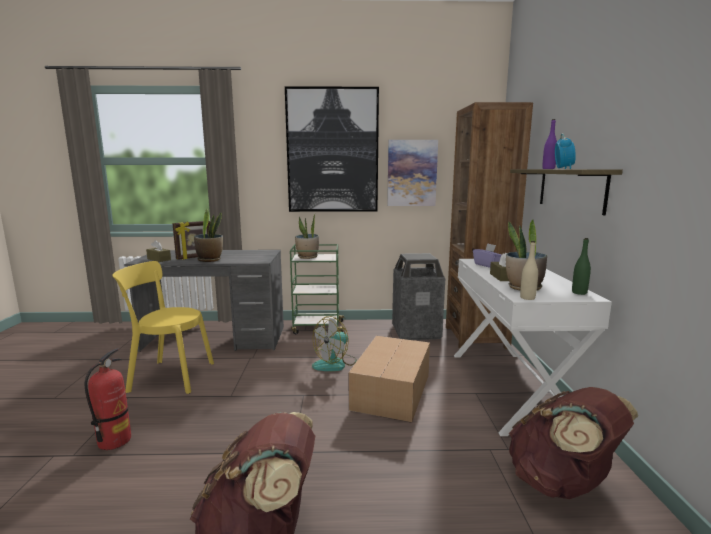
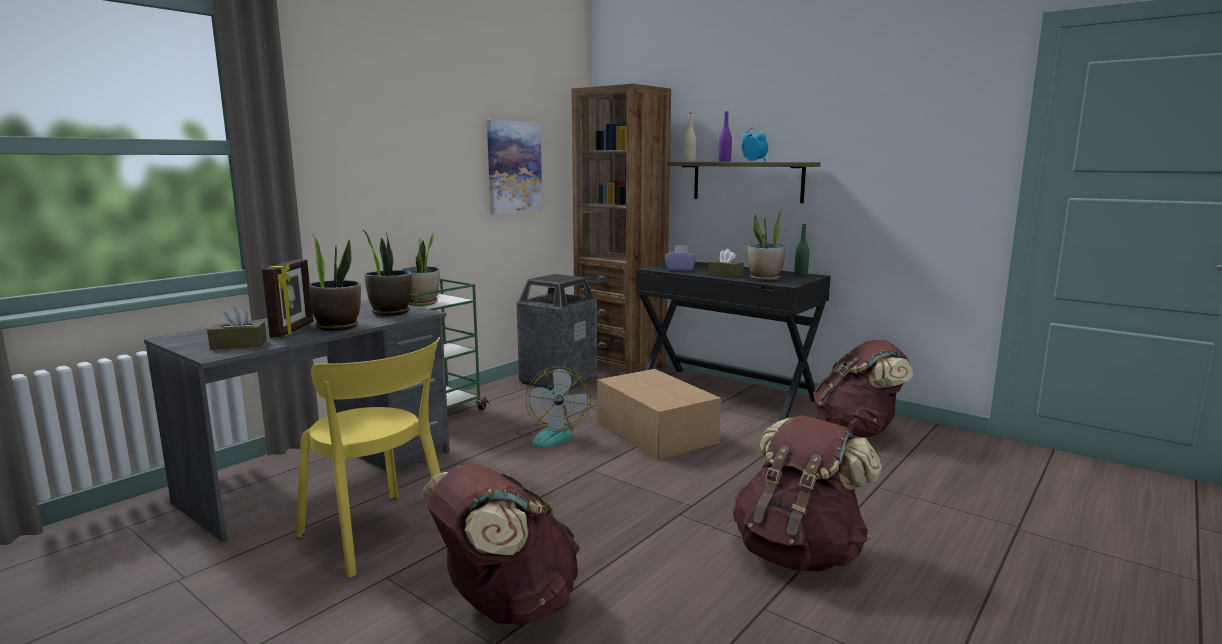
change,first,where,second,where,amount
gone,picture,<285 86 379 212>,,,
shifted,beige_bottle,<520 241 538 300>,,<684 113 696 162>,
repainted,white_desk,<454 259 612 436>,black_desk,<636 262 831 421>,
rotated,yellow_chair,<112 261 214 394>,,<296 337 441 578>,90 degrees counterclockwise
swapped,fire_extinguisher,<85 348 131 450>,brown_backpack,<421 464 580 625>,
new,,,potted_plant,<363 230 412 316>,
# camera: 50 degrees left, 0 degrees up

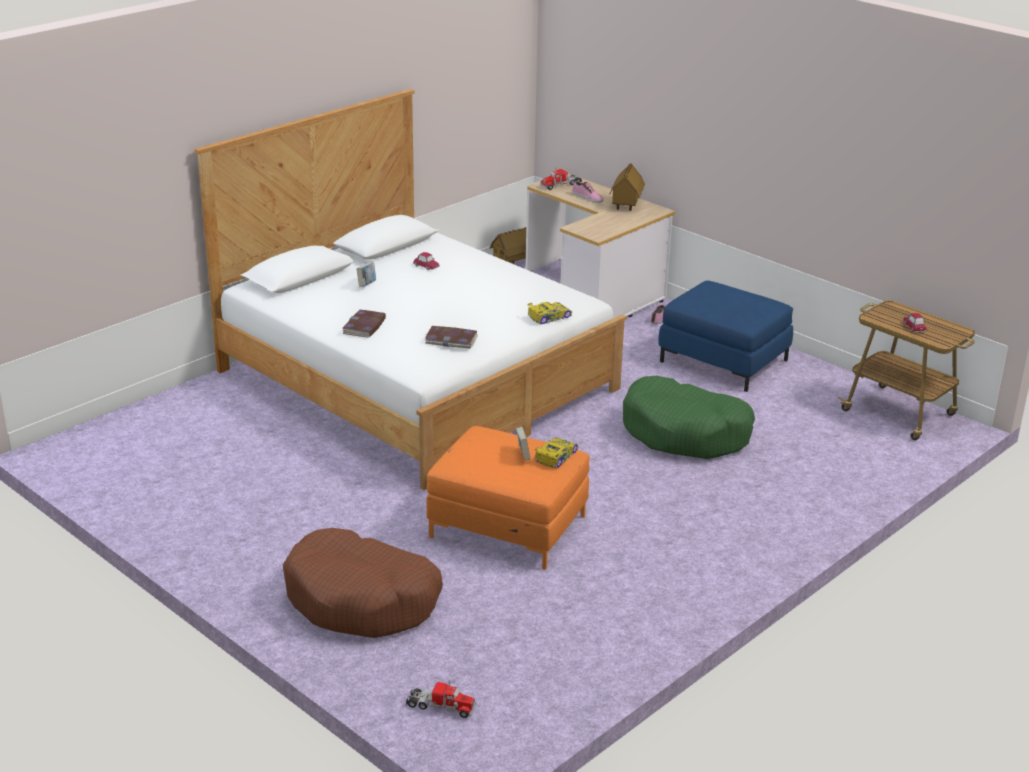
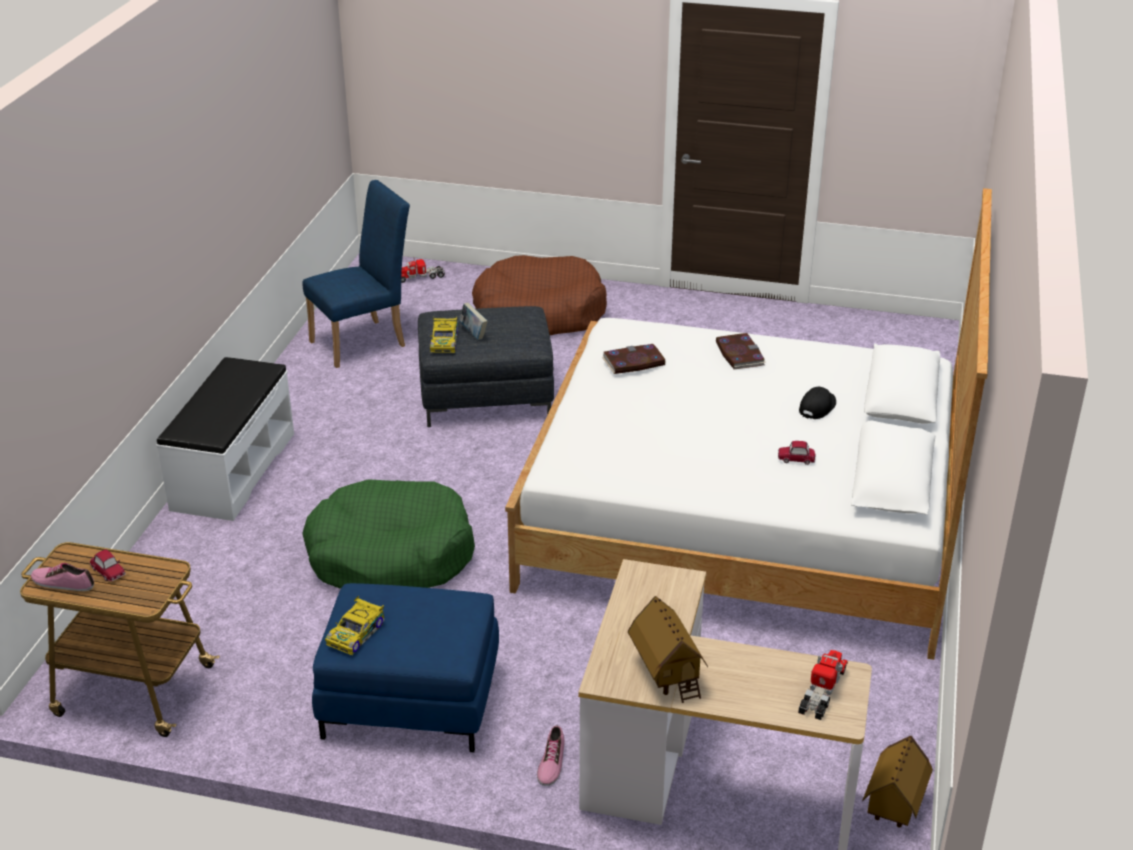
change,first,where,second,where,amount
shifted,shoe,<572 181 603 203>,,<31 563 94 591>,
swapped,book,<357 262 376 287>,black_cap,<799 387 836 419>,
shifted,toy_car,<528 302 572 325>,,<325 596 385 655>,
repainted,orange_ottoman,<426 426 590 570>,grey_ottoman,<418 306 554 427>,
new,,,blue_chair,<302 180 410 368>,
new,,,white_bench,<157 357 294 521>,
# camera: 150 degrees right, 5 degrees up

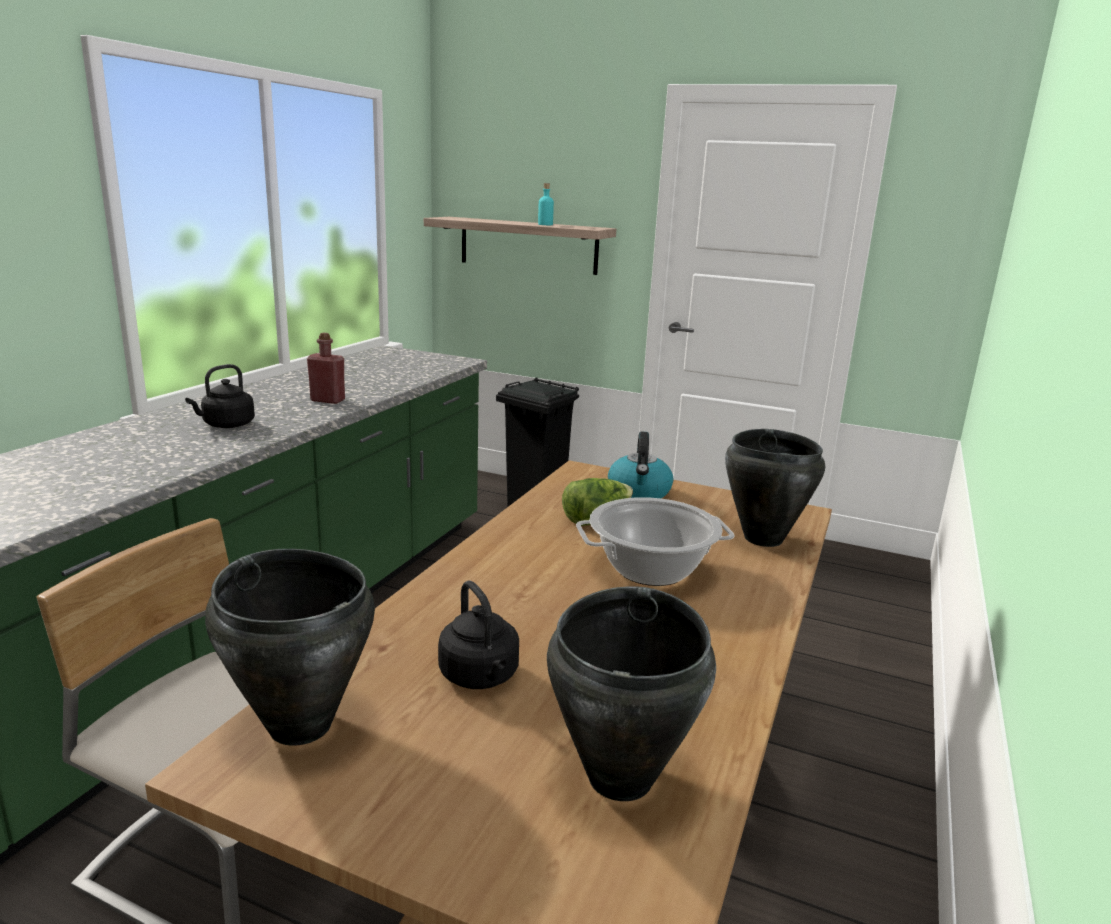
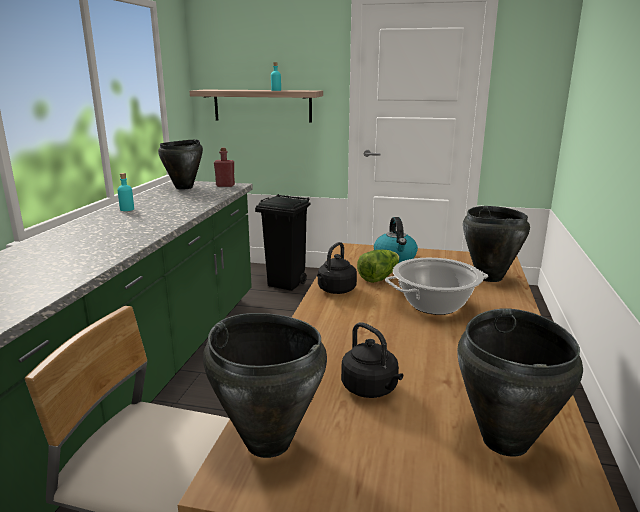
change,first,where,second,where,amount
shifted,red_bottle,<307 333 345 404>,,<214 148 235 187>,
shifted,black_kettle,<185 364 255 428>,,<317 242 357 294>,
new,,,black_cooking_pot,<158 139 203 190>,
new,,,turquoise_bottle,<118 173 134 211>,
# camera: 10 degrees left, 0 degrees up

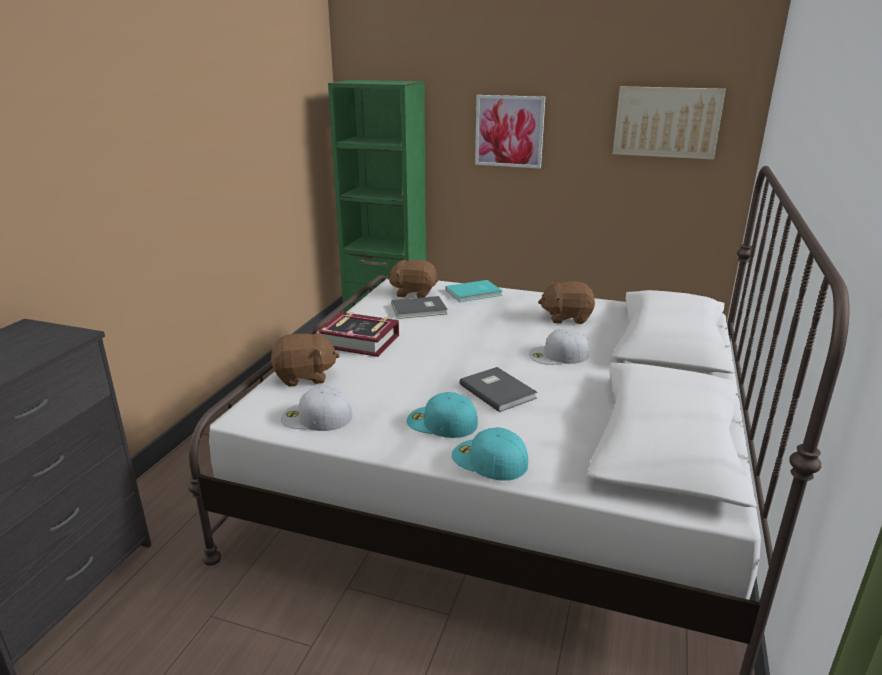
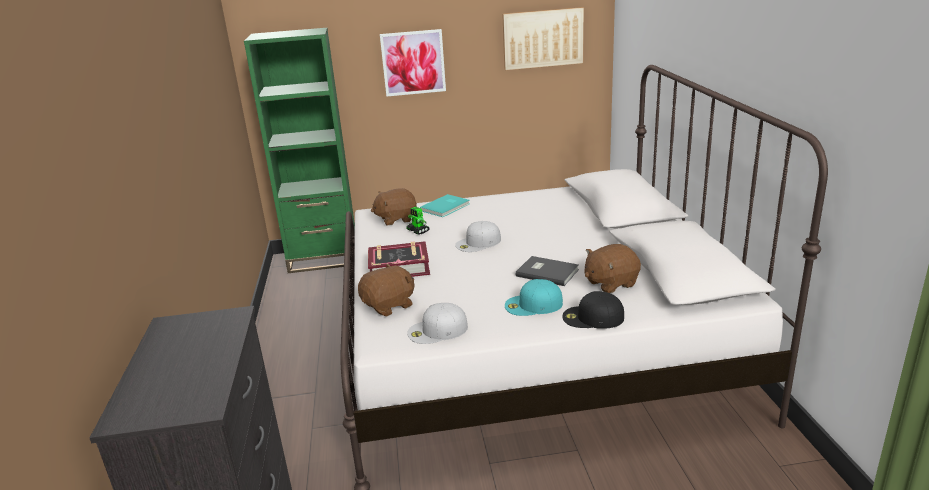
change,first,where,second,where,amount
shifted,brown_plush_toy,<538 281 595 324>,,<585 244 641 293>,
swapped,grey_book,<391 296 448 319>,toy_robot,<406 207 429 235>,
shifted,white_cap,<529 329 589 365>,,<455 221 501 252>,
repainted,turquoise_cap,<452 427 528 481>,black_cap,<562 291 624 329>,
# camera: 25 degrees left, 0 degrees up

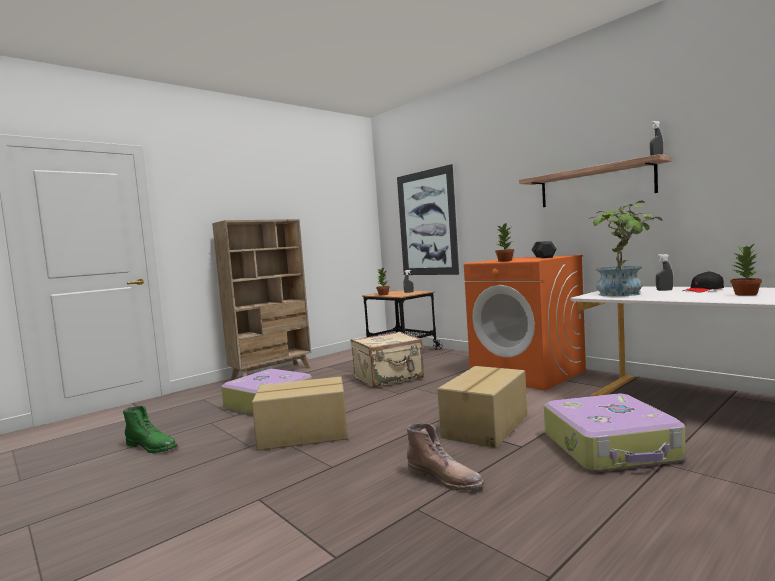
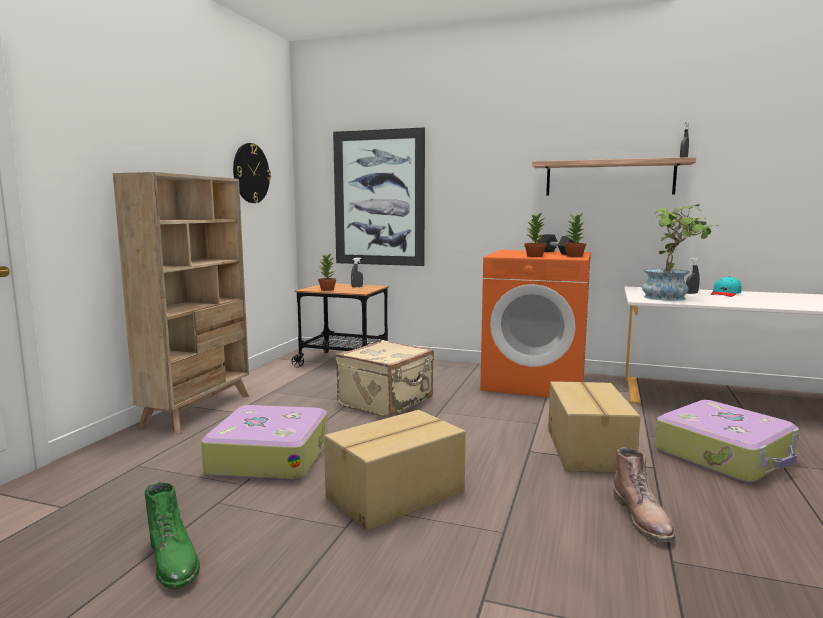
change,first,where,second,where,amount
shifted,potted_plant,<730 244 762 296>,,<564 212 586 257>,
repainted,black_cap,<683 271 724 293>,turquoise_cap,<711 276 742 297>,
rotated,green_boot,<123 406 177 454>,,<145 482 200 589>,60 degrees clockwise
rotated,brown_boot,<407 424 484 491>,,<613 447 676 542>,75 degrees clockwise
new,,,wall_clock,<233 143 271 203>,
# camera: 30 degrees left, 5 degrees up

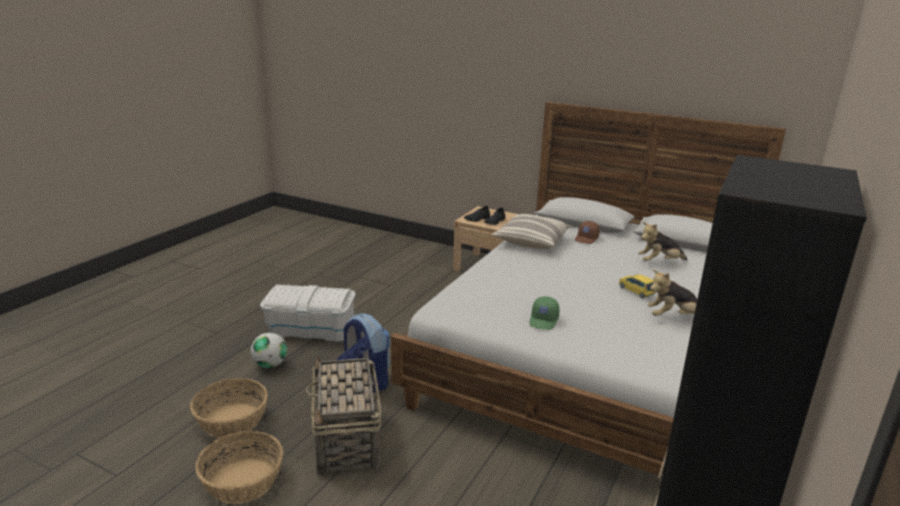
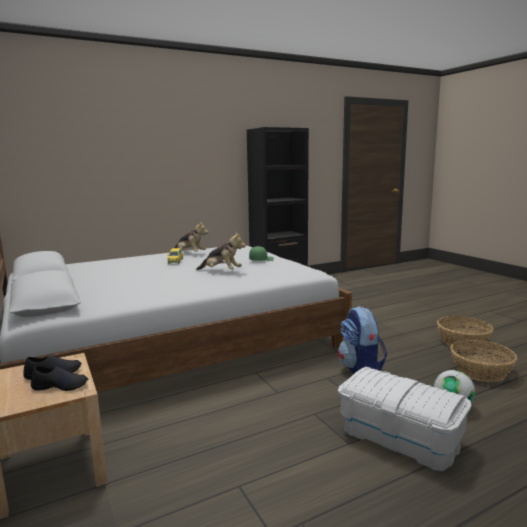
change,first,where,second,where,amount
gone,pillow,<492 214 571 249>,,,
gone,brown_cap,<575 221 600 244>,,,
shifted,plush_toy,<638 222 687 261>,,<196 231 246 270>,
gone,basket,<306 356 381 475>,,,
# camera: 145 degrees left, 10 degrees down

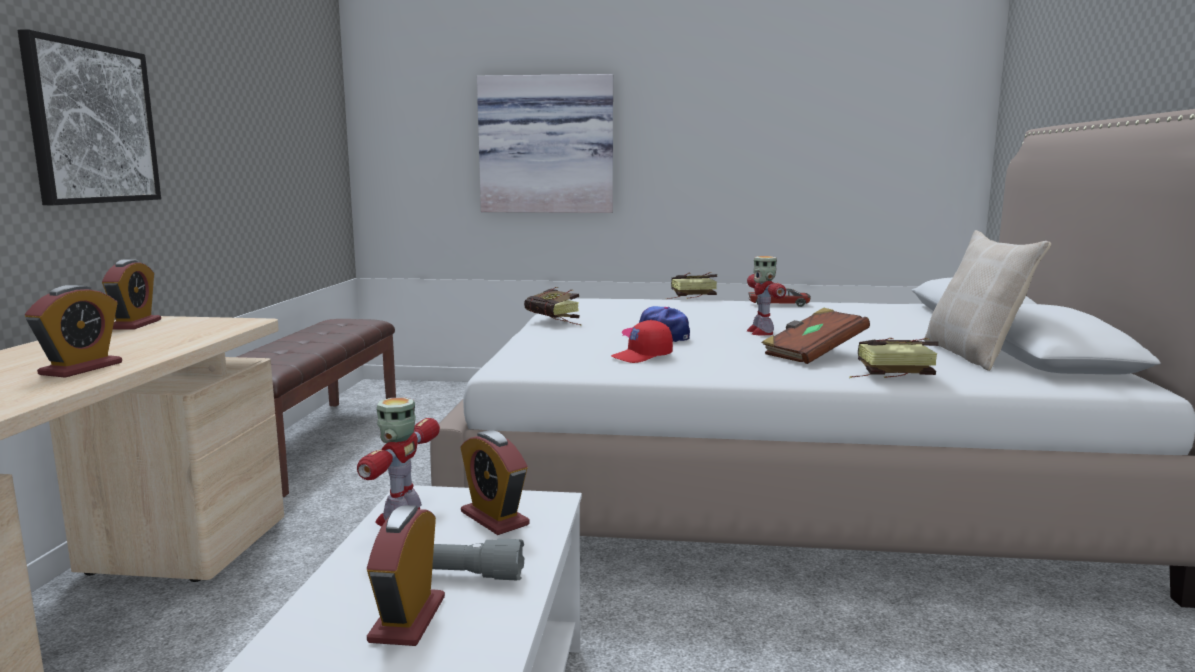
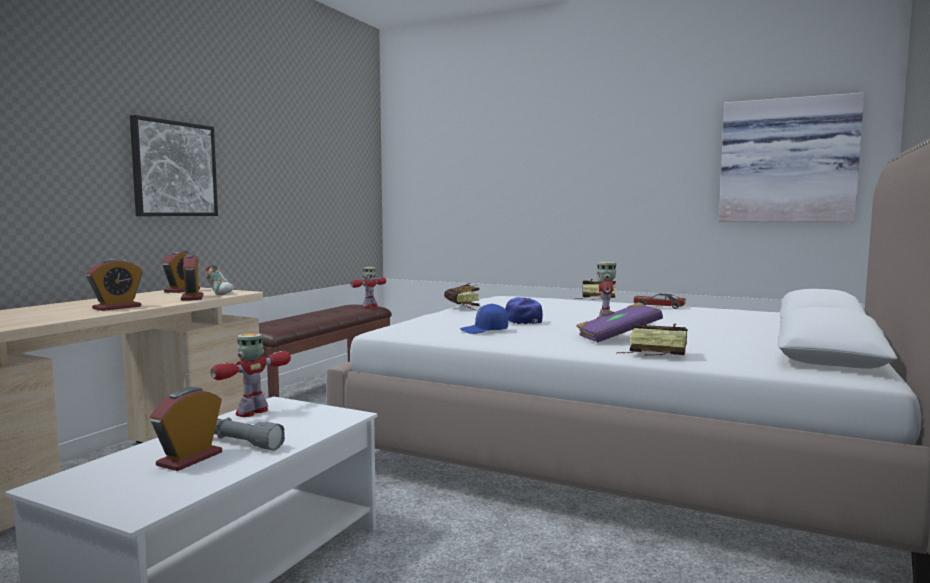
change,first,where,second,where,amount
shifted,picture,<477 74 613 213>,,<719 93 864 222>,
gone,beige_pillow,<924 230 1051 371>,,,
repainted,brown_book,<762 308 870 364>,purple_book,<576 302 663 343>,
repainted,red_cap,<611 320 673 363>,blue_cap,<460 304 508 334>,
shifted,alarm_clock,<461 430 530 535>,,<181 254 203 300>,
new,,,shoe,<206 265 234 295>,
new,,,toy_robot,<350 267 386 308>,
# camera: 20 degrees right, 5 degrees down

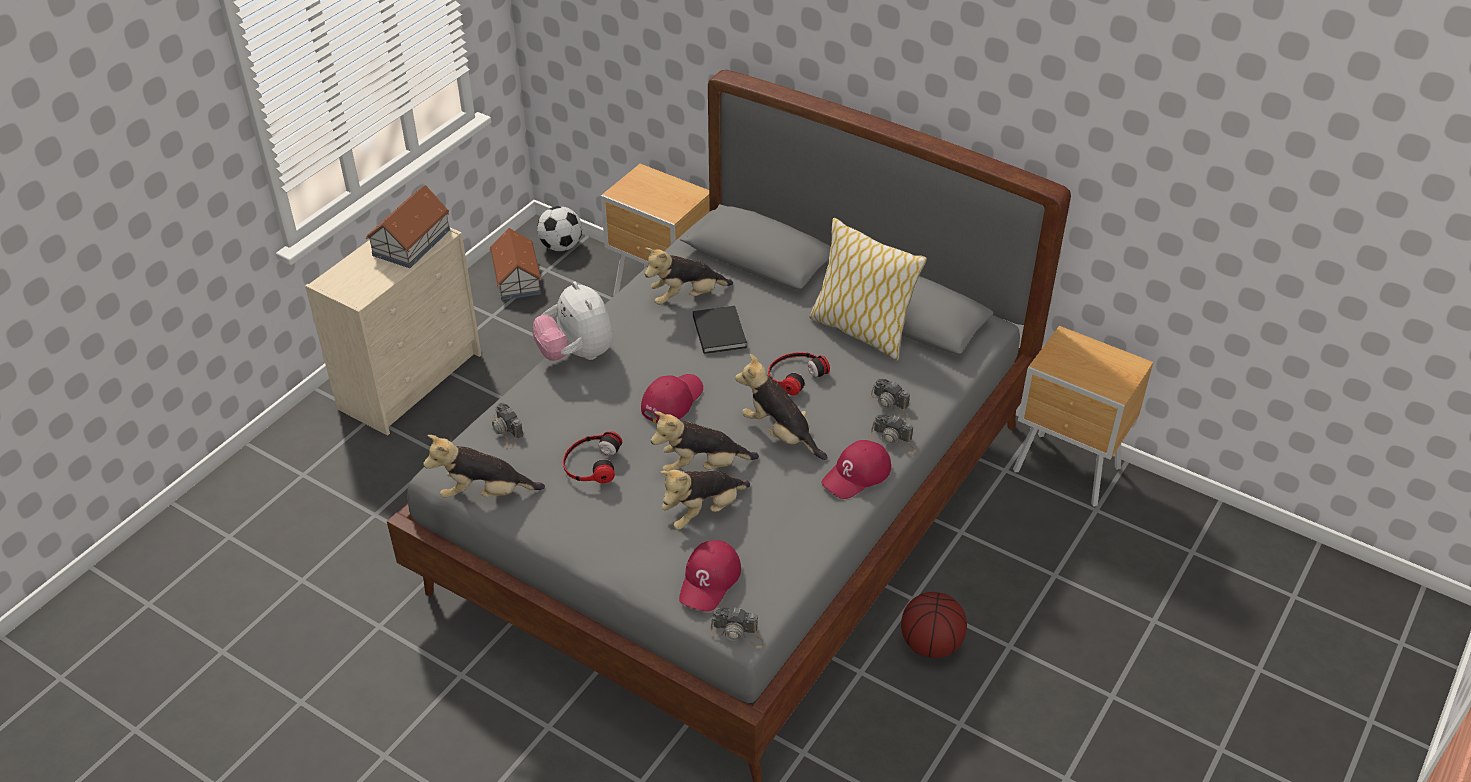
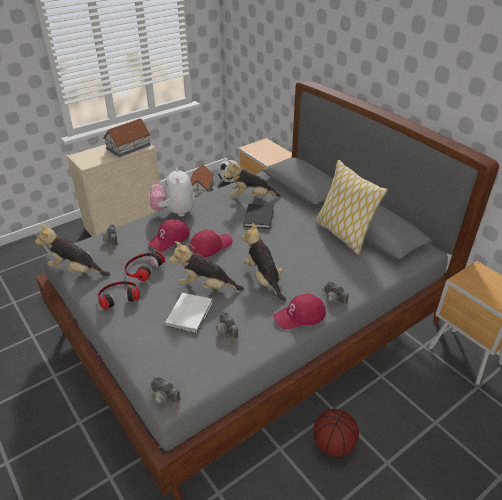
change,first,where,second,where,amount
shifted,headphones,<768 352 830 395>,,<98 281 140 310>,
shifted,photo_camera,<869 378 910 420>,,<215 311 238 347>,
swapped,plush_toy,<660 470 750 530>,white_book,<165 293 212 333>,
shifted,red_cap,<679 540 741 612>,,<148 219 190 251>,
# camera: 20 degrees right, 5 degrees down

